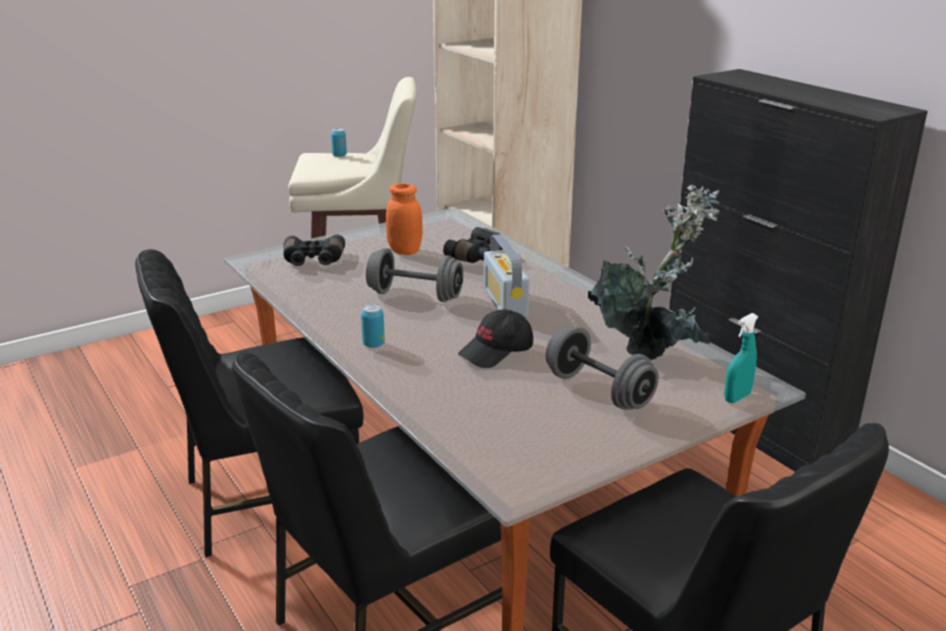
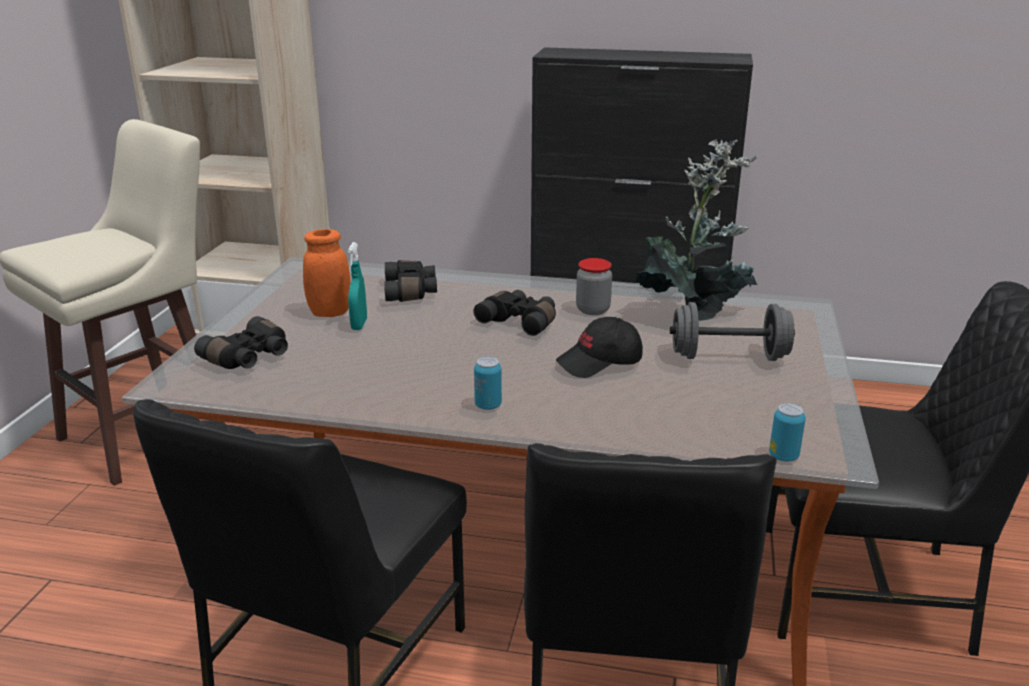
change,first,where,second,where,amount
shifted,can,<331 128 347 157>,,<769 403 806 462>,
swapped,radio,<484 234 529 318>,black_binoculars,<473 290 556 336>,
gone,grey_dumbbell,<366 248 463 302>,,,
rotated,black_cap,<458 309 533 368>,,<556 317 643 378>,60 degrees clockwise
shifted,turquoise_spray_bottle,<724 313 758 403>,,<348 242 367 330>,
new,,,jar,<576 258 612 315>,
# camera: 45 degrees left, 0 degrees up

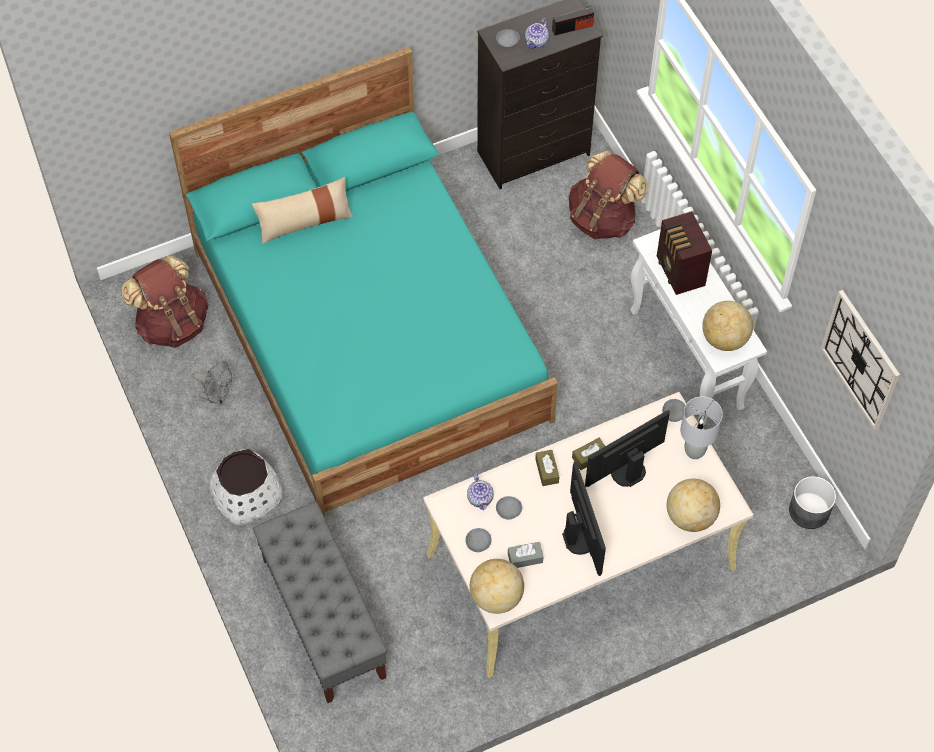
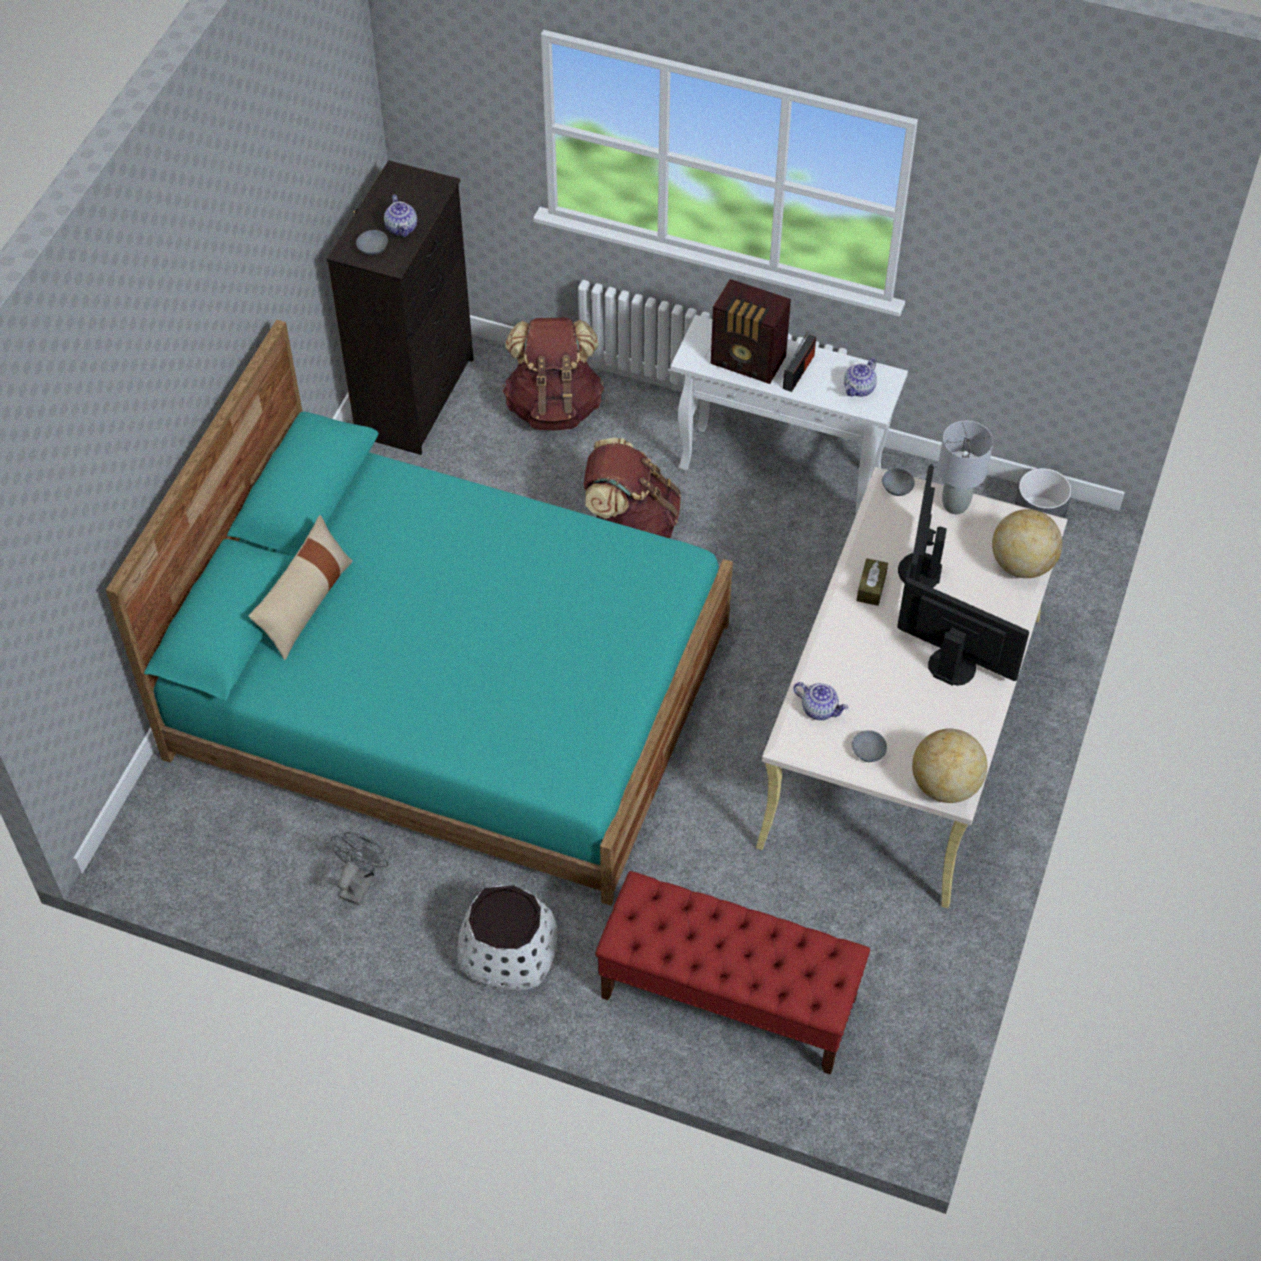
change,first,where,second,where,amount
shifted,radio,<552 6 594 36>,,<783 331 816 392>,
shifted,brown_backpack,<122 255 208 348>,,<583 438 681 538>,
gone,wall_clock,<821 290 900 430>,,,
swapped,globe,<702 301 753 351>,teapot,<844 358 877 397>,
rotated,grey_fan,<193 361 232 405>,,<331 832 388 905>,45 degrees counterclockwise
gone,brown_tissue_box,<535 450 559 486>,,,
gone,grey_bowl,<496 496 522 519>,,,
repainted,grey_bench,<253 502 387 703>,red_bench,<595 871 870 1075>,
gone,grey_tissue_box,<508 542 543 568>,,,
# camera: 45 degrees left, 5 degrees down

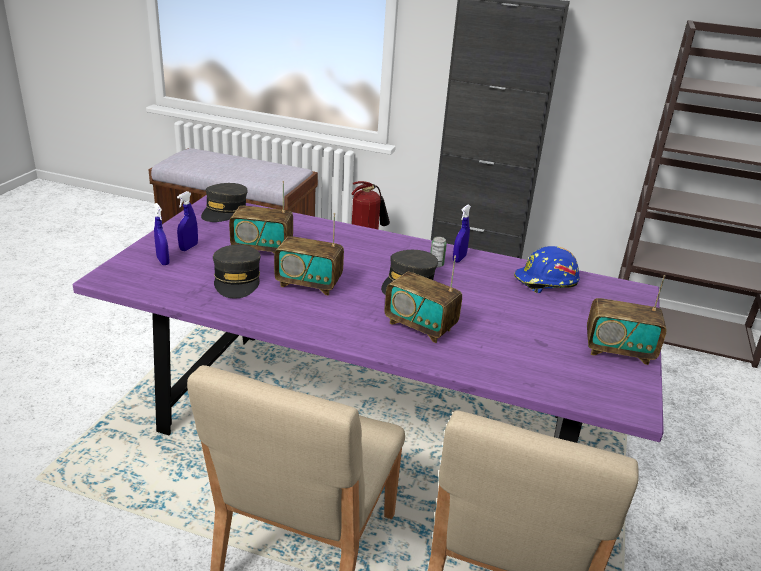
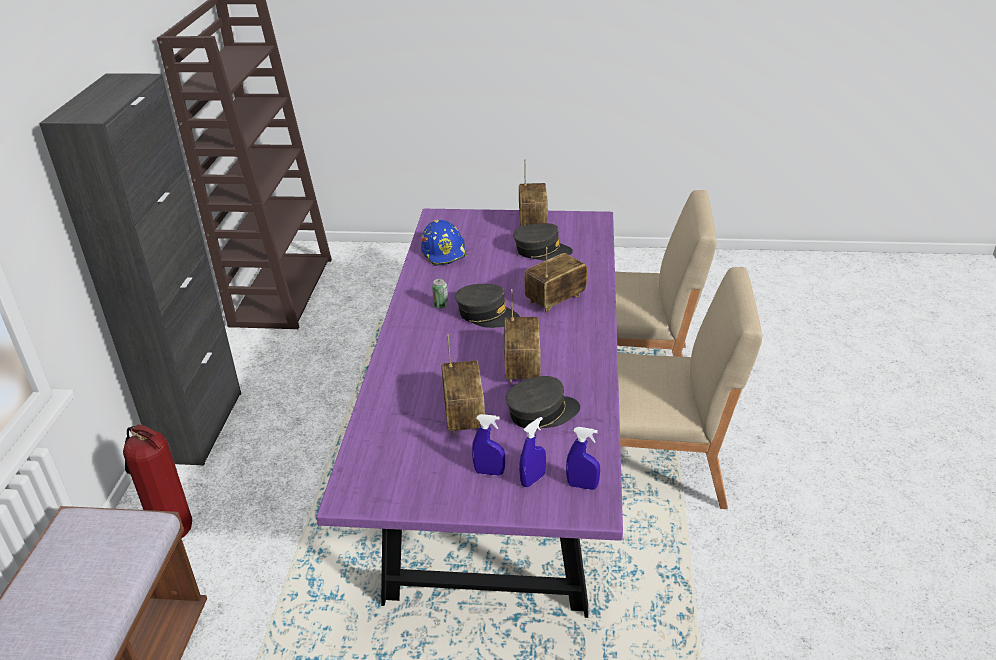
change,first,where,second,where,amount
shifted,grey_cap,<201 183 248 222>,,<513 223 573 261>,
shifted,blue_spray_bottle,<453 205 471 263>,,<566 427 600 490>,
rotated,radio,<385 255 462 343>,,<525 247 587 313>,150 degrees counterclockwise
# camera: 100 degrees left, 5 degrees up

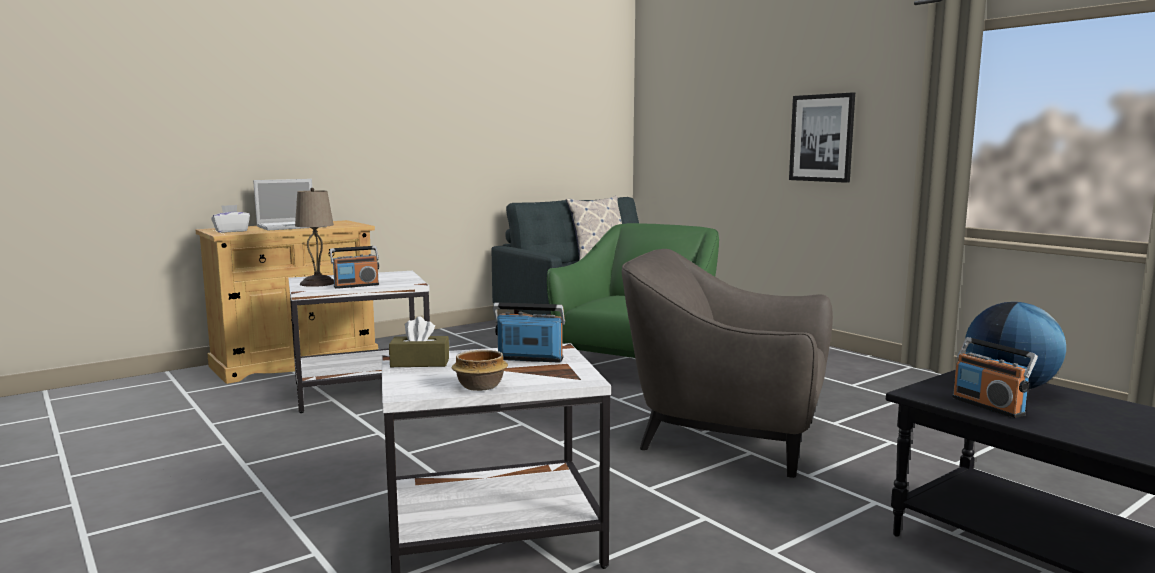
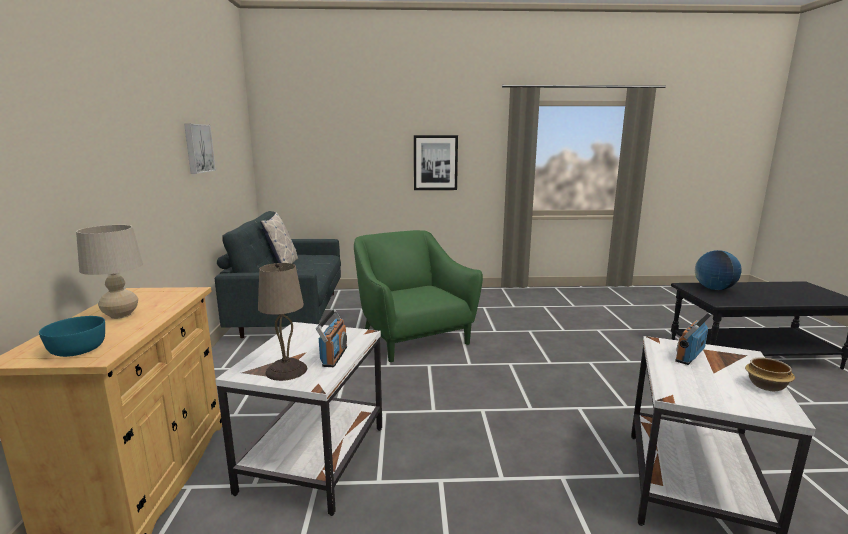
change,first,where,second,where,amount
swapped,laptop,<253 179 320 231>,beige_table_lamp,<76 225 143 319>,
swapped,white_tissue_box,<211 205 250 233>,turquoise_bowl,<39 316 105 357>,
gone,grey_armchair,<622 249 833 478>,,,
gone,brown_tissue_box,<389 316 449 367>,,,
gone,radio,<952 337 1038 418>,,,
new,,,picture,<184 124 216 174>,
# camera: 55 degrees left, 5 degrees up

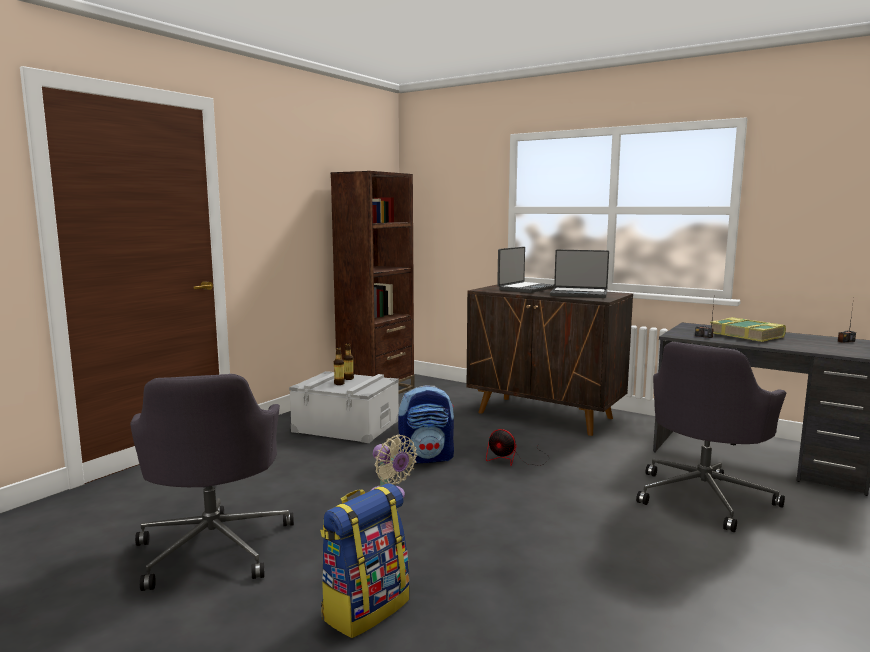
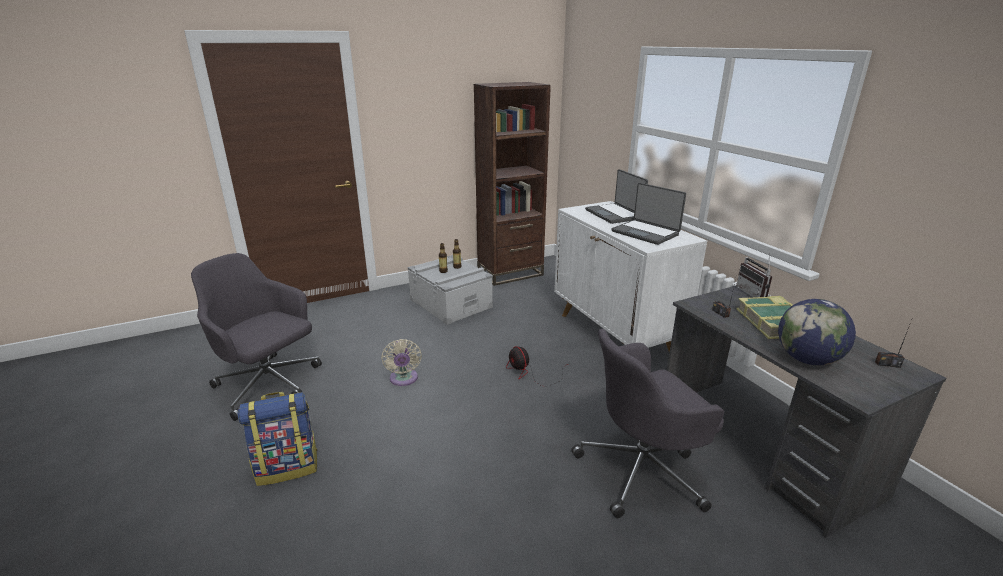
change,first,where,second,where,amount
rotated,laptop,<497 247 555 293>,,<585 169 648 224>,90 degrees clockwise
repainted,brown_cabinet,<467 285 633 436>,white_cabinet,<554 201 707 352>,
rotated,grey_office_chair,<130 374 294 591>,,<191 253 322 421>,105 degrees clockwise
gone,backpack,<398 385 454 464>,,,
new,,,radio,<736 252 772 298>,
new,,,globe,<778 299 856 365>,
# camera: 30 degrees right, 15 degrees up

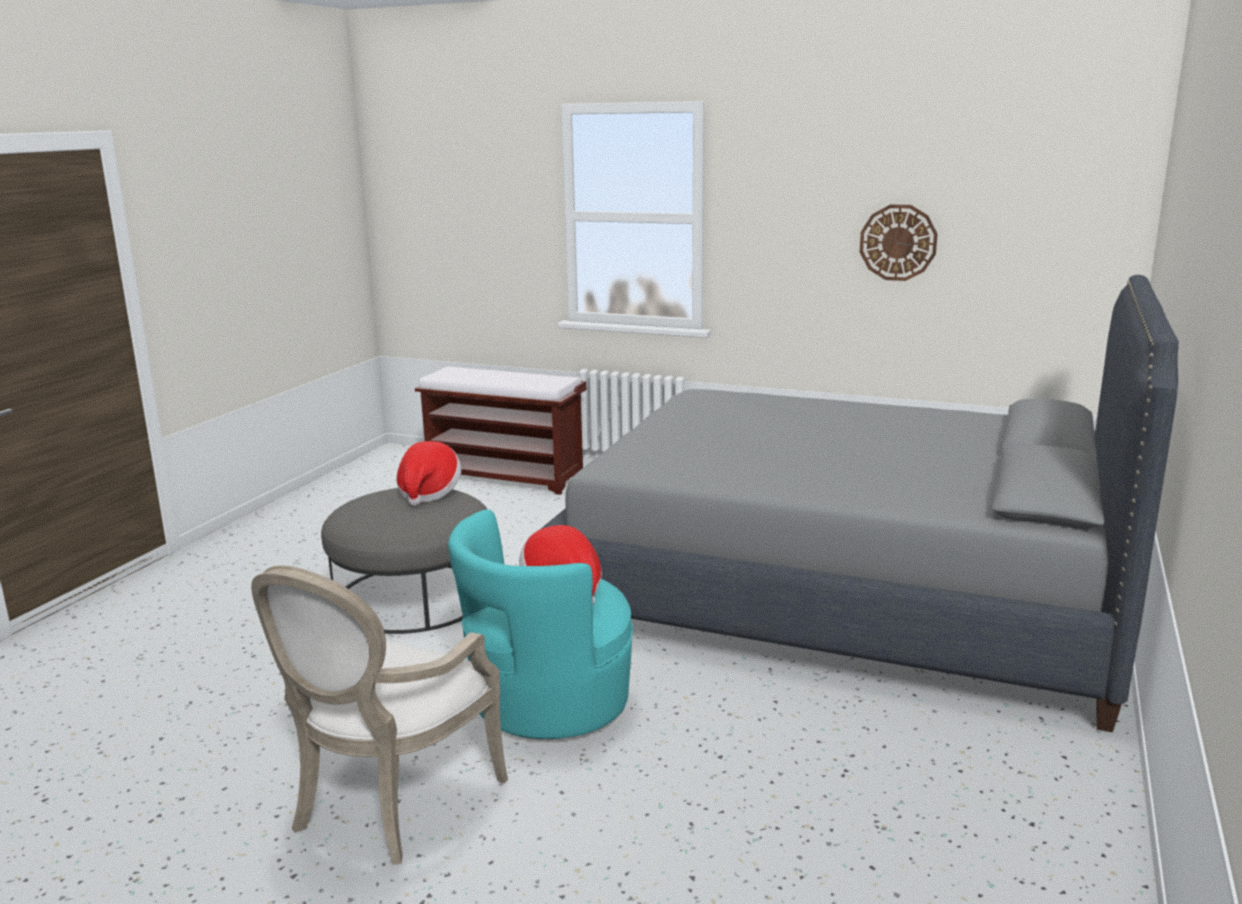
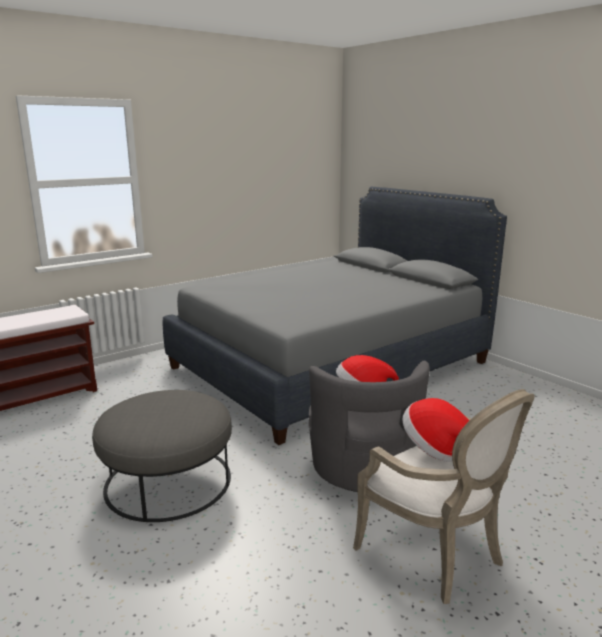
change,first,where,second,where,amount
gone,wall_clock,<860 205 938 281>,,,
shifted,hat,<396 441 461 506>,,<402 398 470 462>,
repainted,turquoise_armchair,<448 509 633 739>,grey_armchair,<309 361 430 492>,
# camera: 60 degrees left, 0 degrees up

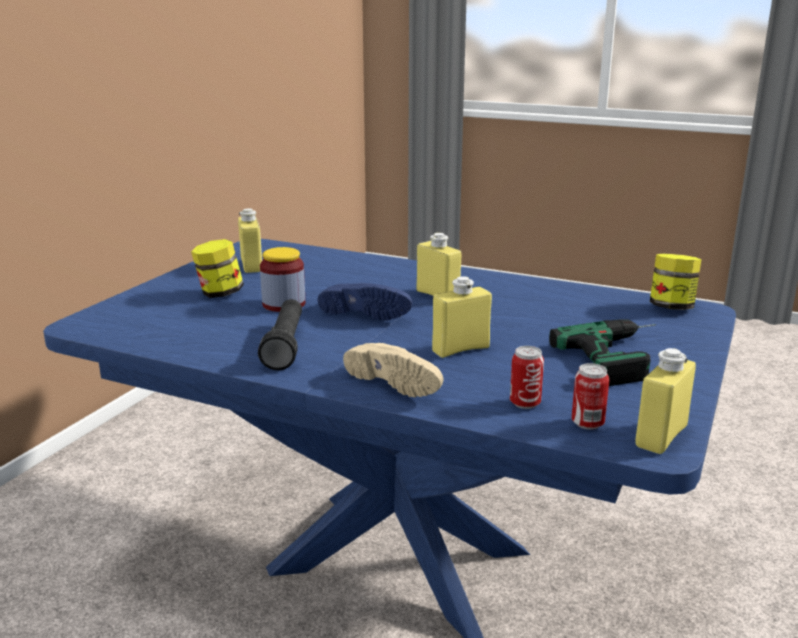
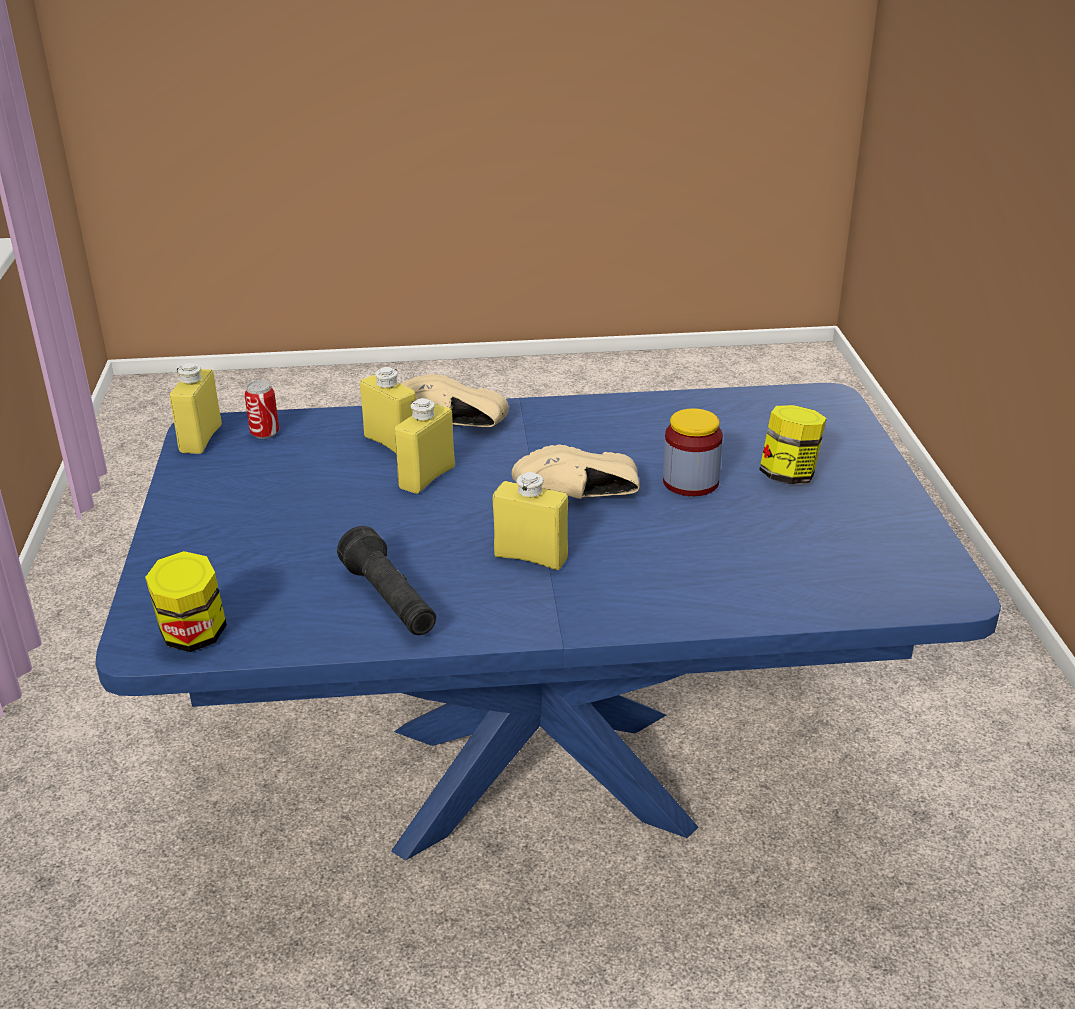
change,first,where,second,where,amount
shifted,yellow_bottle,<238 208 262 273>,,<360 367 416 453>,
repainted,blue_shoe,<318 283 412 321>,beige_shoe,<512 445 640 499>,
shifted,black_flashlight,<258 299 302 370>,,<337 526 436 635>,
gone,power_drill,<549 319 656 386>,,,
gone,can,<510 346 544 409>,,,
# camera: 150 degrees right, 10 degrees up

